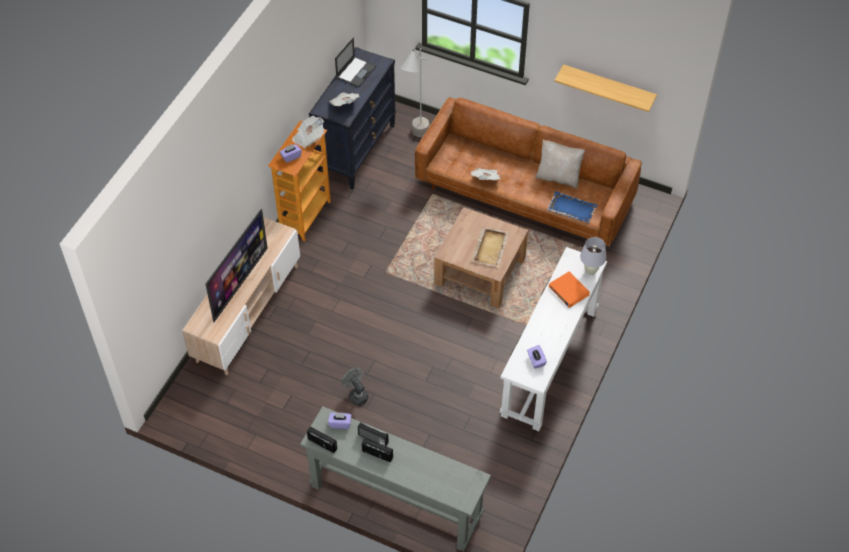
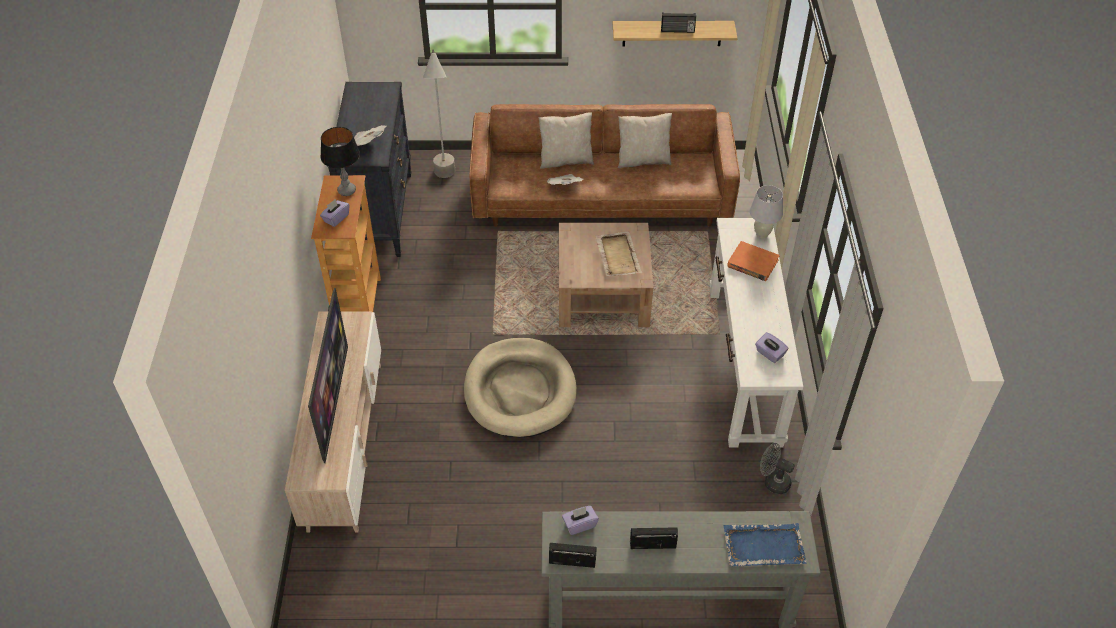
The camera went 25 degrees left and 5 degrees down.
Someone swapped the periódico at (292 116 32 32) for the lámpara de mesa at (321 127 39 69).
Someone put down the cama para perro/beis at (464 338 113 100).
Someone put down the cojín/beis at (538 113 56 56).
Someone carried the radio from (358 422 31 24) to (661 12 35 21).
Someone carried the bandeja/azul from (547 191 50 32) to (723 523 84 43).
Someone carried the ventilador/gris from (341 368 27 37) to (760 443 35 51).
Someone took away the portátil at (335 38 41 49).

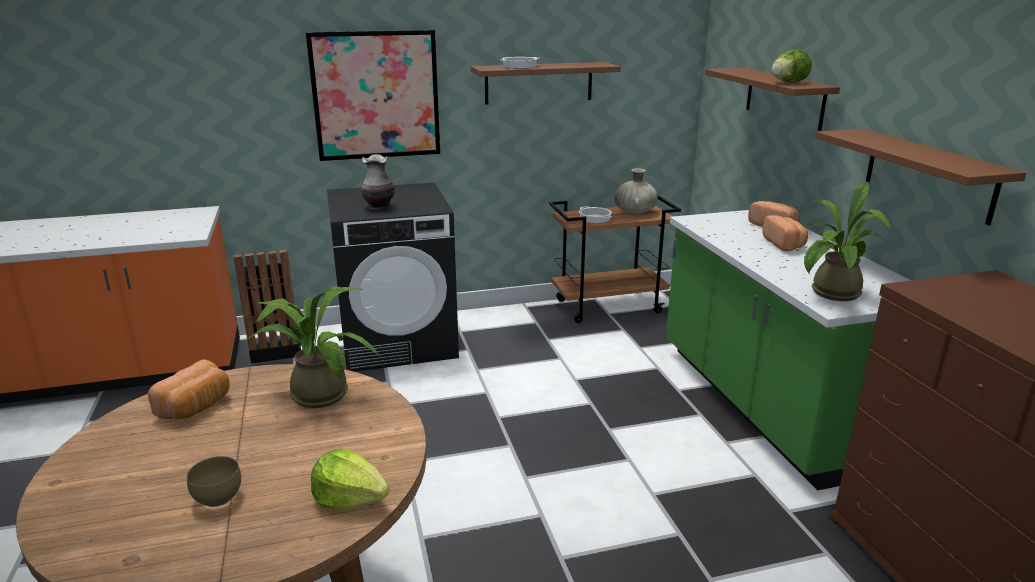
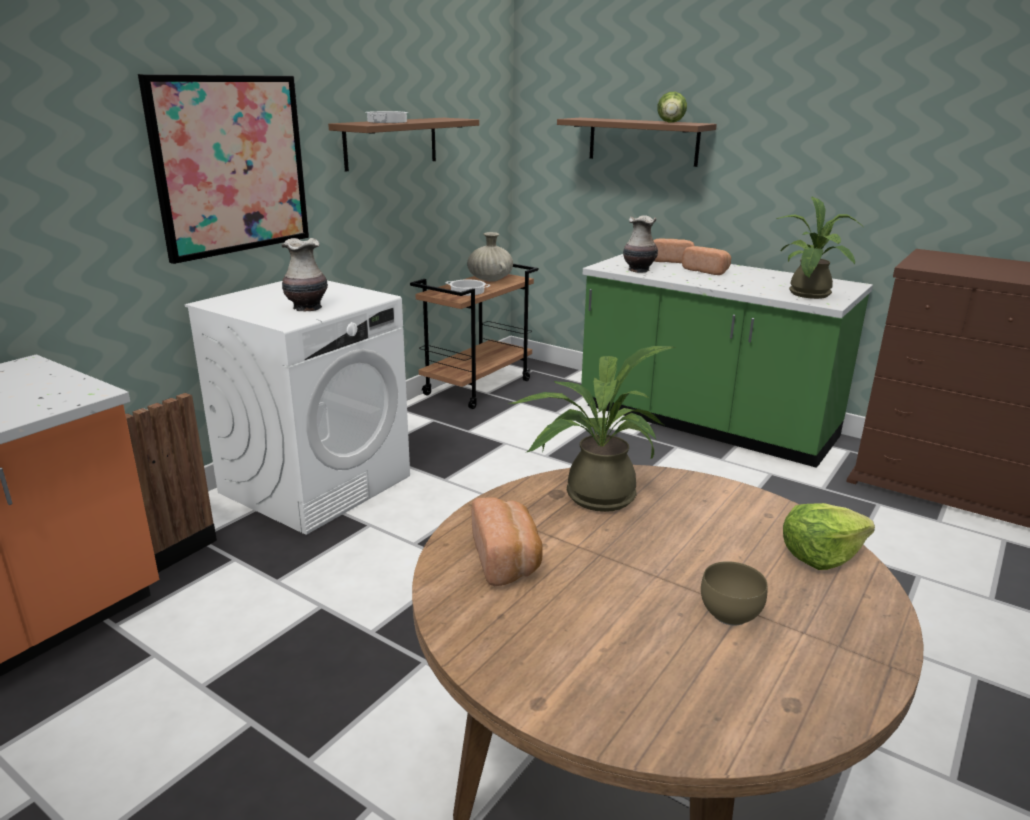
The camera went 40 degrees left and 0 degrees up.
Someone repainted the lavadora/negro at (327 182 132 190), which became the lavadora/blanco at (185 280 225 255).
Someone put down the florero at (623 215 35 58).
Someone took away the estante/marrón at (816 129 210 96).

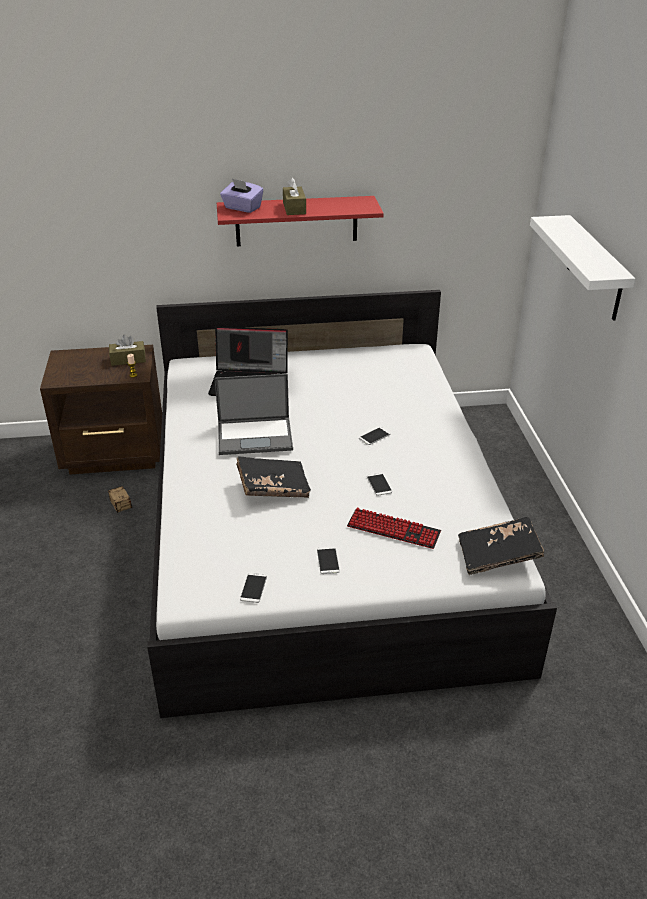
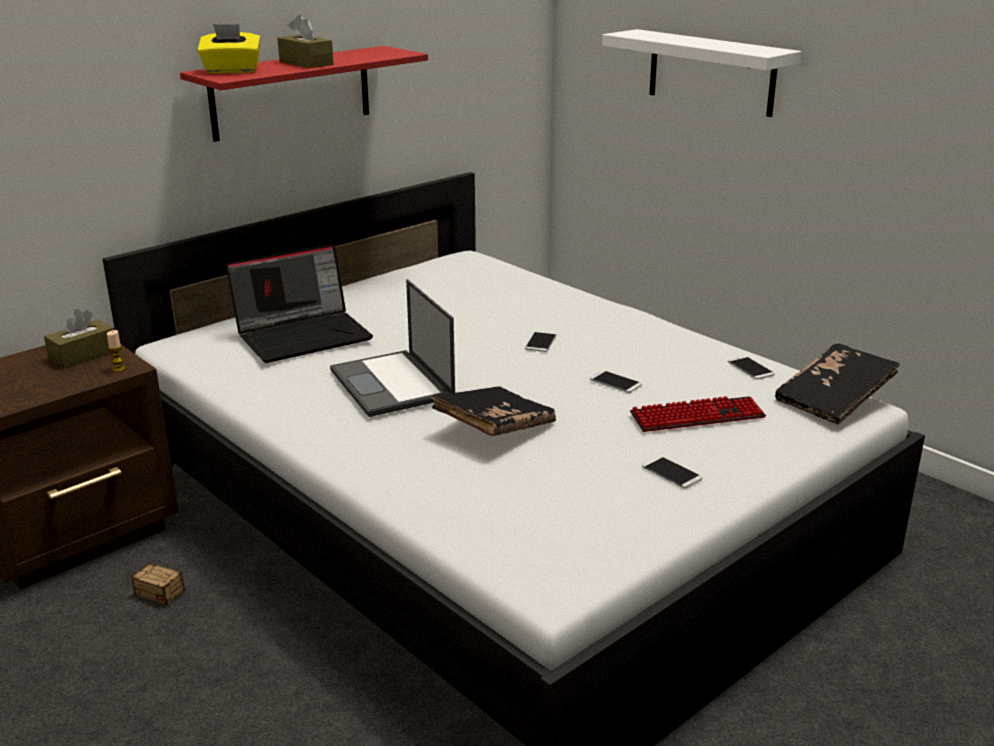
The camera went 35 degrees left and 10 degrees down.
Someone repainted the caja de pañuelos/morado at (220 178 44 35), which became the caja de pañuelos/amarillo at (198 24 63 50).
Someone rotated the portátil at (214 374 79 81) by 105 degrees clockwise.
Someone carried the móvil from (240 573 27 30) to (728 356 47 23).

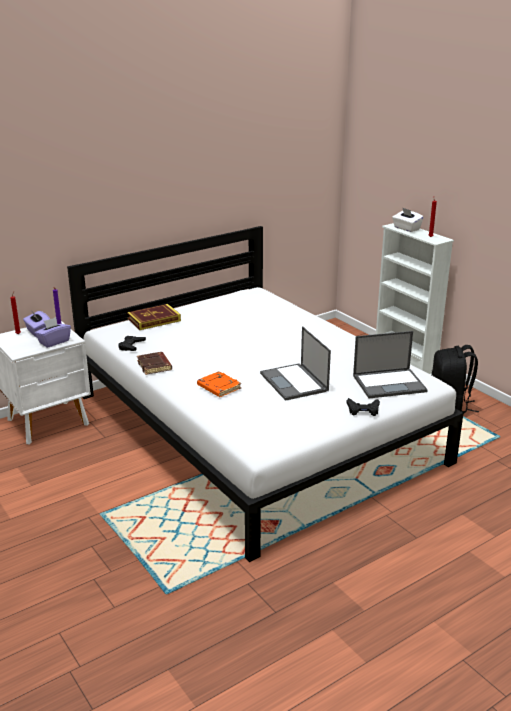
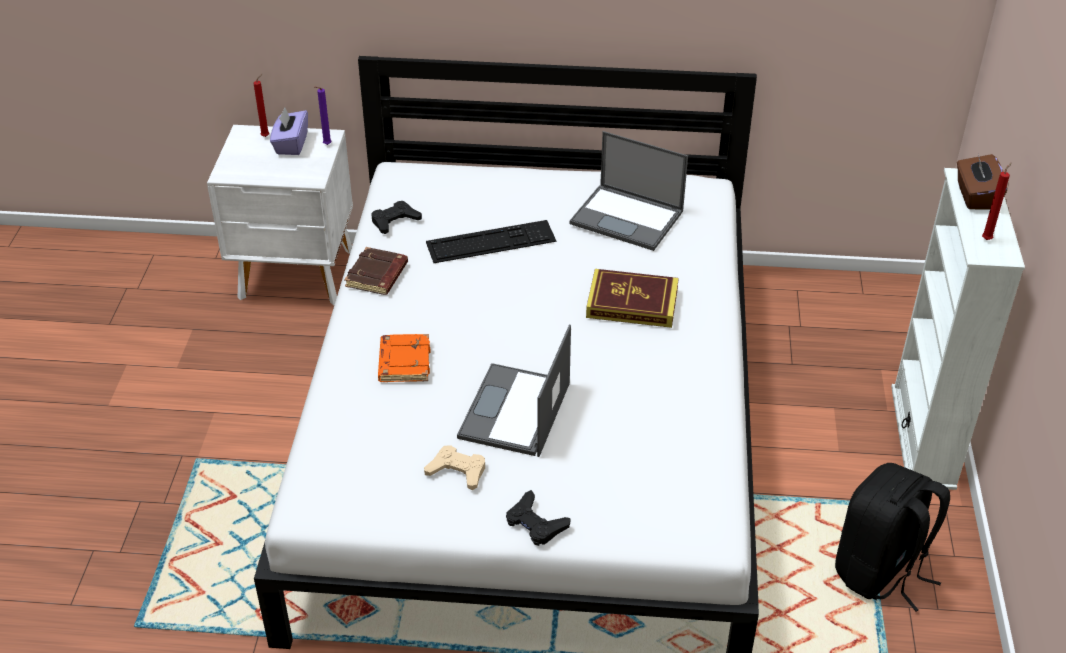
The camera went 40 degrees right and 15 degrees up.
Someone put down the mando de consola/beis at (424 445 61 45).
Someone put down the teclado at (426 220 130 43).
Someone carried the portátil from (353 331 75 67) to (570 131 118 120).
Someone carried the libro from (127 304 54 26) to (586 269 93 59).
Someone repainted the caja de pañuelos/blanco at (392 207 32 25), which became the caja de pañuelos/marrón at (957 154 50 56).
Someone took away the caja de pañuelos/morado at (35 317 36 31).

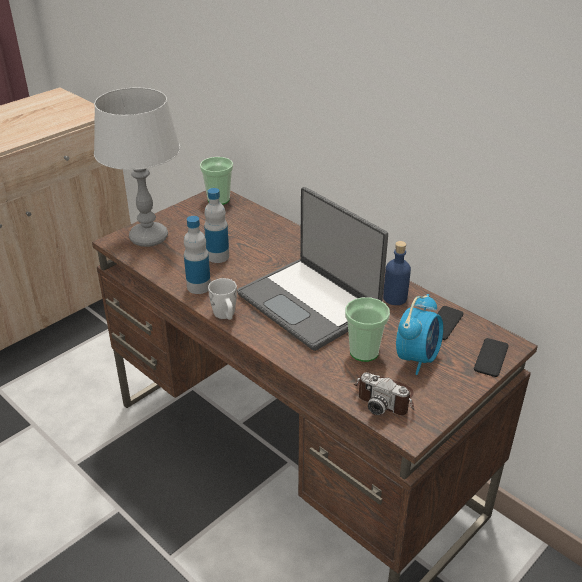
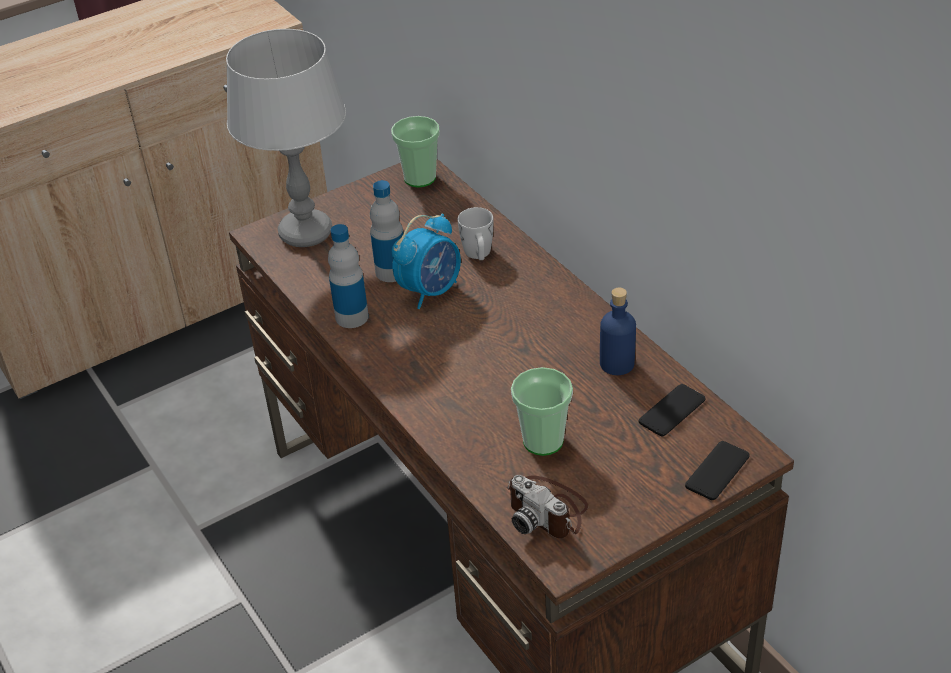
The camera went 15 degrees right and 5 degrees up.
Someone carried the despertador from (396 294 47 81) to (392 214 69 95).
Someone carried the taza grande/blanco from (208 278 29 42) to (458 207 35 53).
Someone took away the portátil at (237 187 151 164).

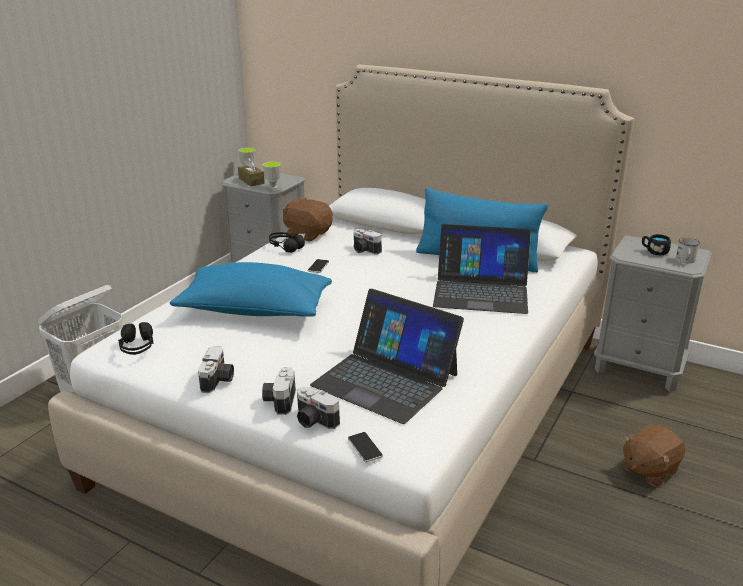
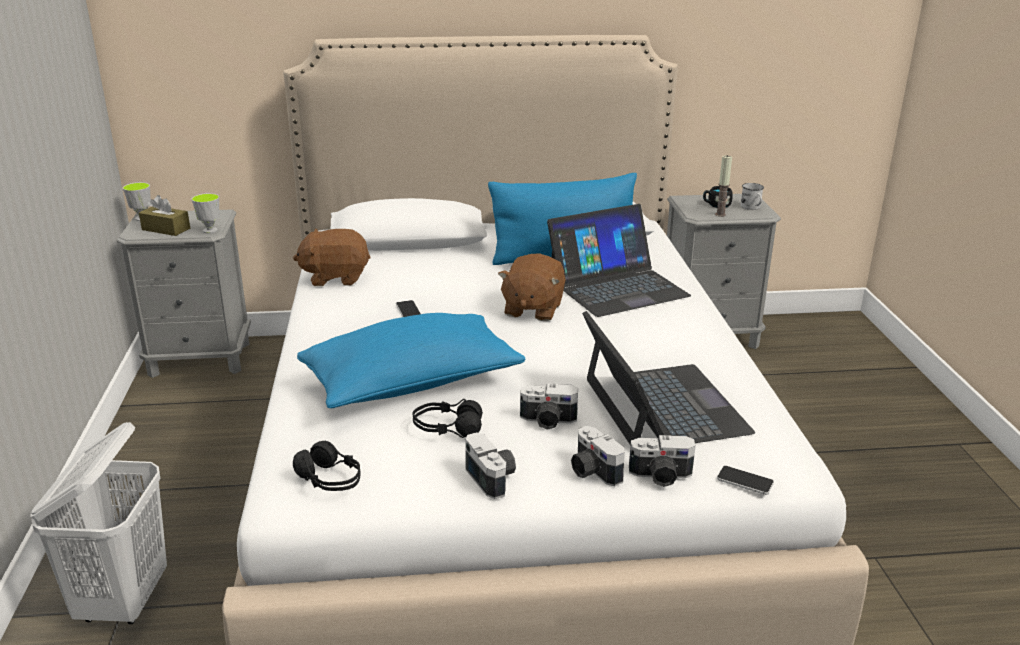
The camera went 35 degrees left and 0 degrees up.
Someone carried the auriculares/negro from (269 232 36 21) to (412 399 71 39).
Someone carried the peluche/marrón from (623 424 62 63) to (498 253 68 68).
Someone carried the cámara from (353 229 29 25) to (520 383 58 47).
Someone rotated the portátil at (310 289 154 135) by 105 degrees counterclockwise.
Someone put down the vela at (715 155 17 62).

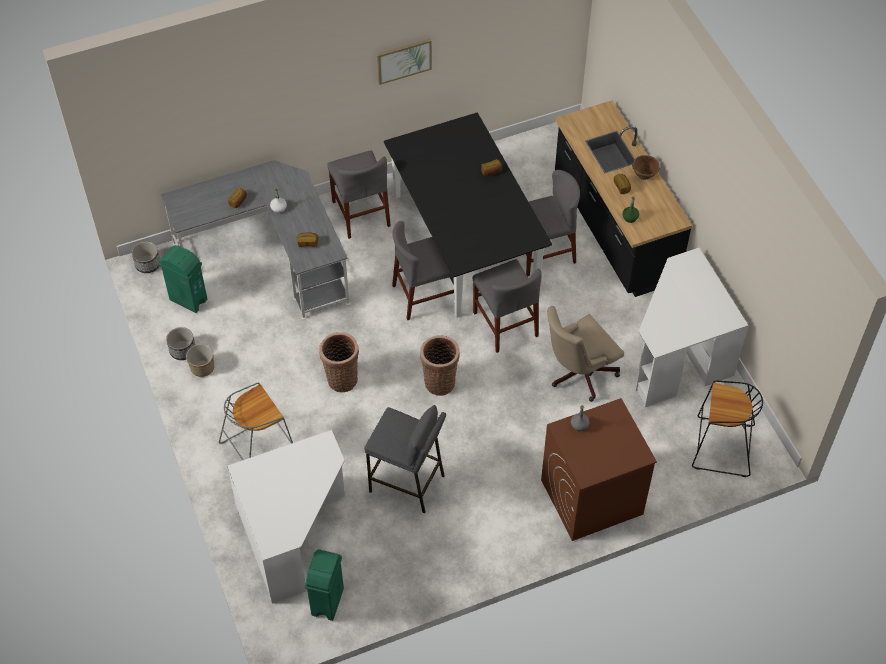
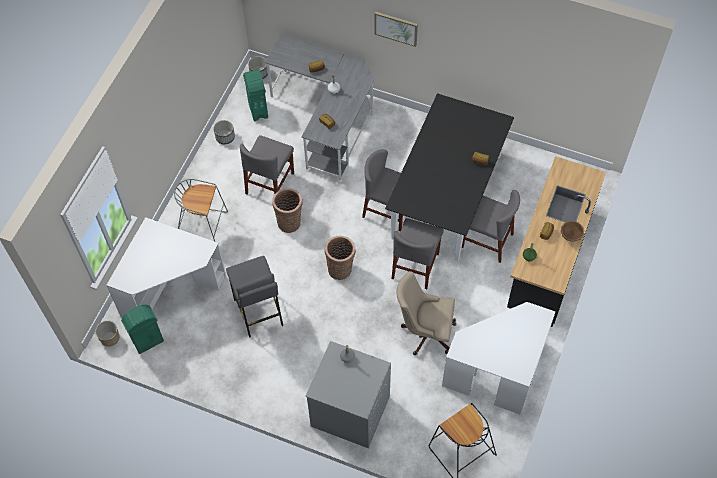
The camera went 45 degrees right and 5 degrees up.
Someone carried the maceta from (186 344 28 33) to (95 321 24 25).
Someone carried the silla/gris from (327 151 64 88) to (240 135 54 60).
Someone repainted the lavadora/marrón at (541 398 116 143), which became the lavadora/gris at (306 341 85 107).
Someone carried the cuadro from (377 39 55 46) to (374 11 44 36).

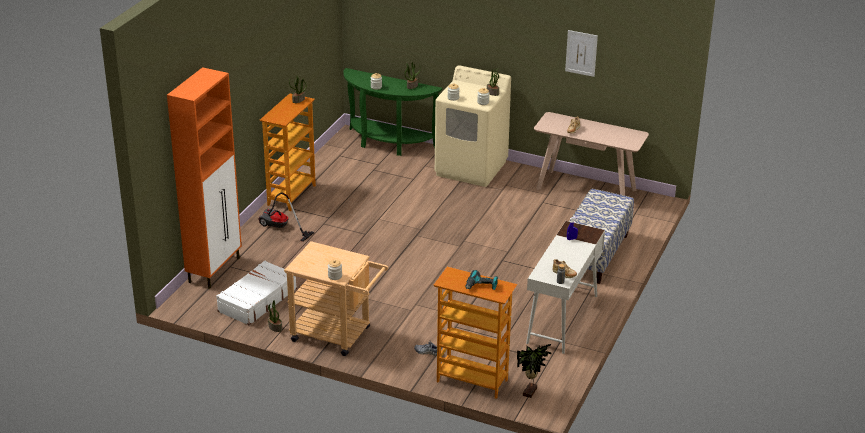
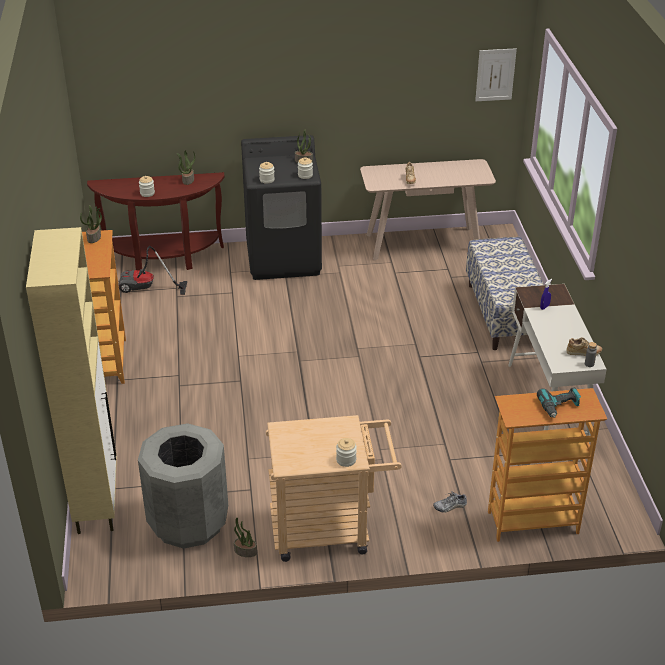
The camera went 30 degrees left and 5 degrees up.
Someone repainted the armario/naranja at (167 67 75 222), which became the armario/beis at (26 227 91 307).
Someone repainted the mesa consola/verde at (343 68 99 88), which became the mesa consola/marrón at (87 172 138 98).
Someone carried the aspiradora from (258 193 57 49) to (118 246 69 49).
Someone swapped the maleta/blanco at (216 260 81 65) for the papelera/gris at (138 423 90 126).
Someone repainted the lavadora/beis at (435 65 76 122), which became the lavadora/negro at (241 135 81 145).
Someone carried the cuadro from (565 30 33 47) to (475 48 42 53).
Someone took away the planta en maceta at (517 344 34 54).

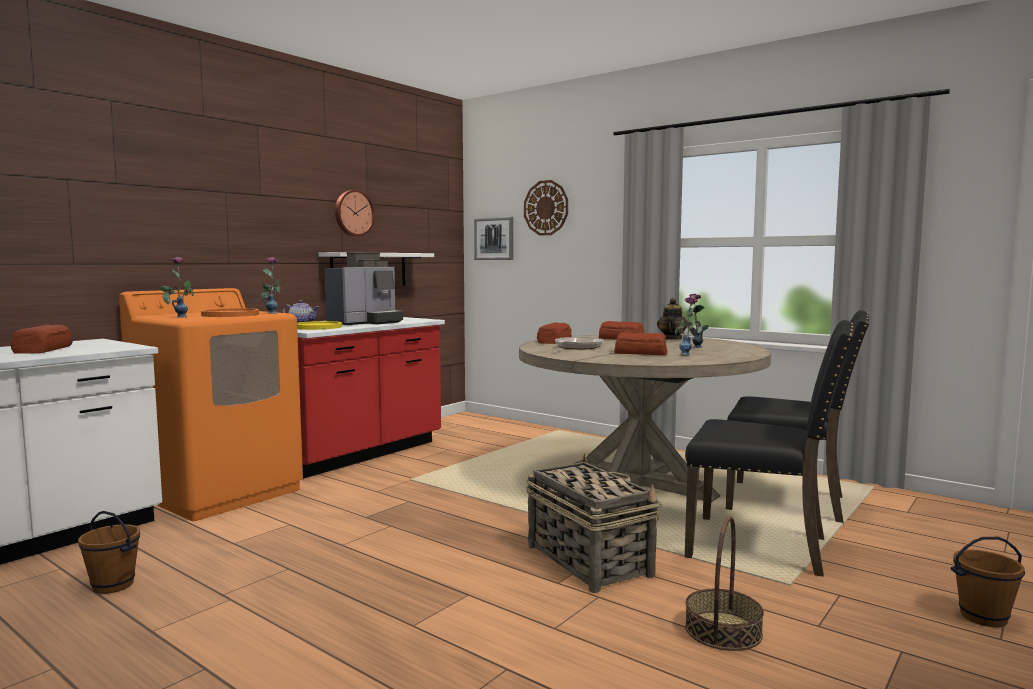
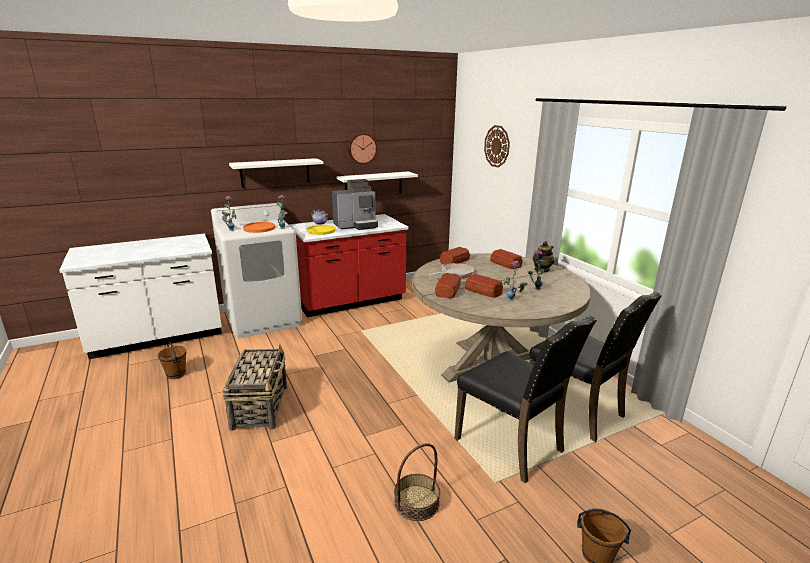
The camera went 25 degrees right and 15 degrees up.
Someone repainted the lavadora/naranja at (119 288 184 233), which became the lavadora/blanco at (211 203 91 136).
Someone carried the cesta from (526 454 135 139) to (222 344 65 87).
Someone put up the estante/blanco at (229 158 95 30).
Someone carried the pan from (10 325 63 29) to (435 273 26 25).
Someone took away the cuadro at (474 217 39 43).

